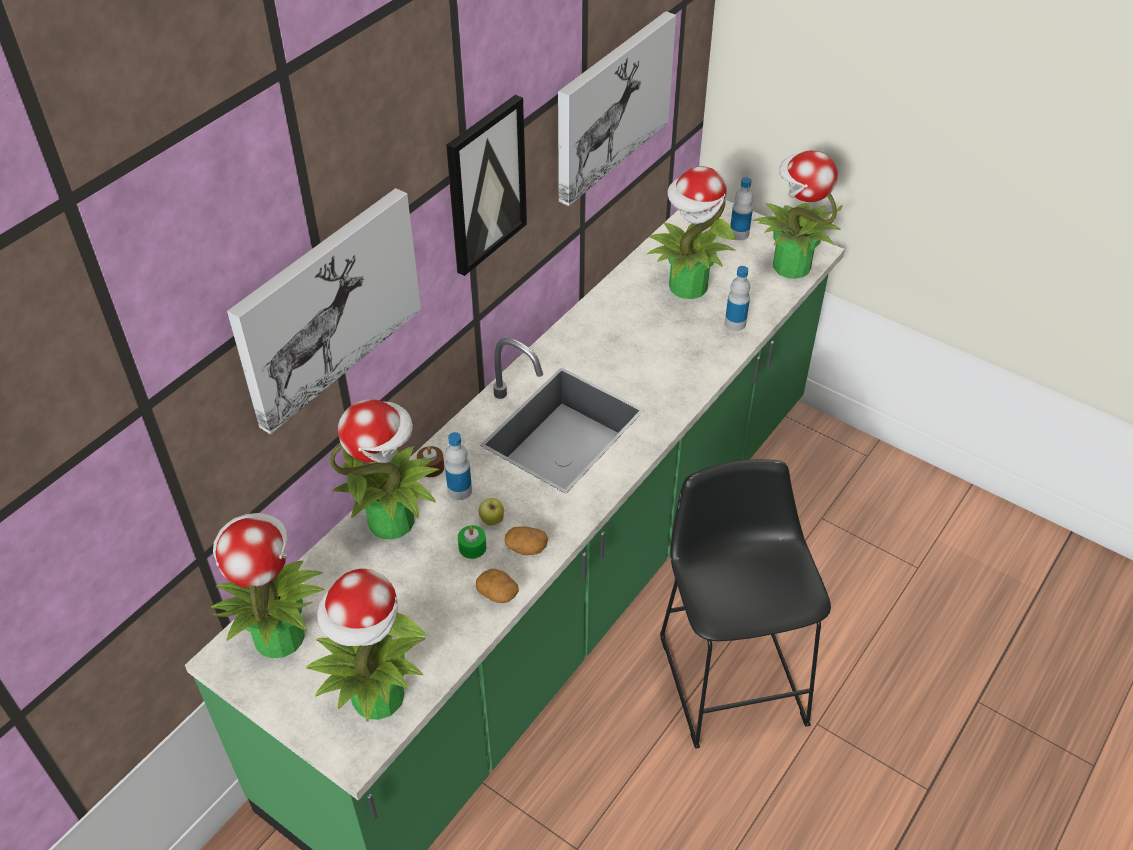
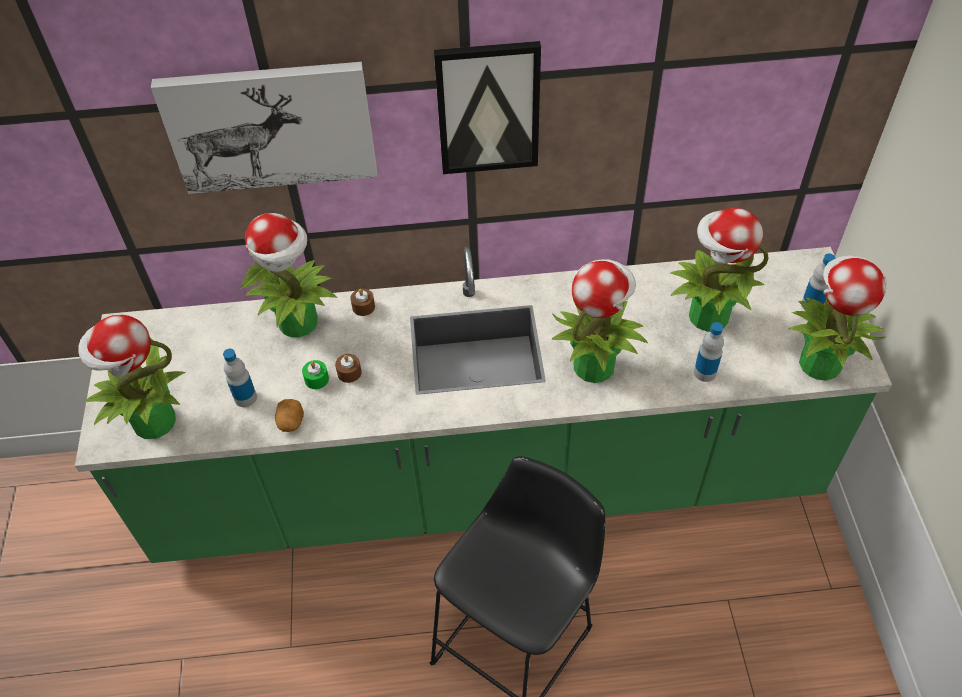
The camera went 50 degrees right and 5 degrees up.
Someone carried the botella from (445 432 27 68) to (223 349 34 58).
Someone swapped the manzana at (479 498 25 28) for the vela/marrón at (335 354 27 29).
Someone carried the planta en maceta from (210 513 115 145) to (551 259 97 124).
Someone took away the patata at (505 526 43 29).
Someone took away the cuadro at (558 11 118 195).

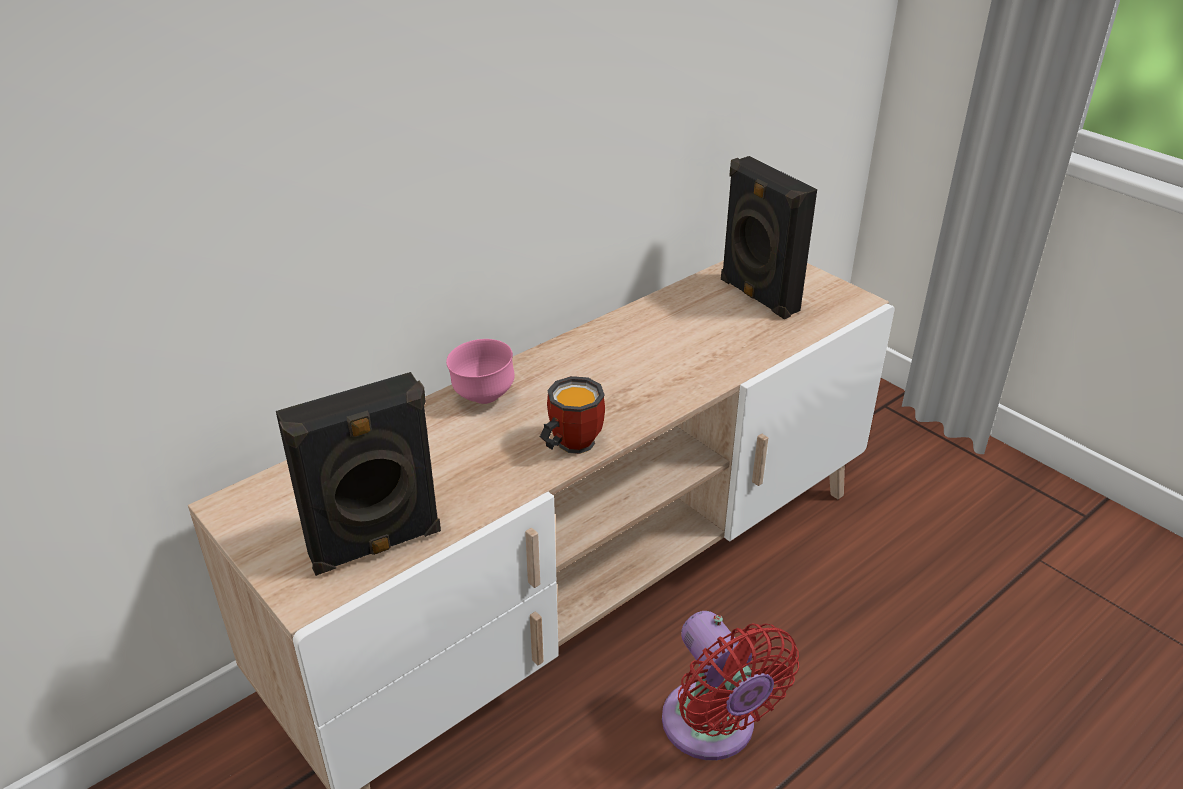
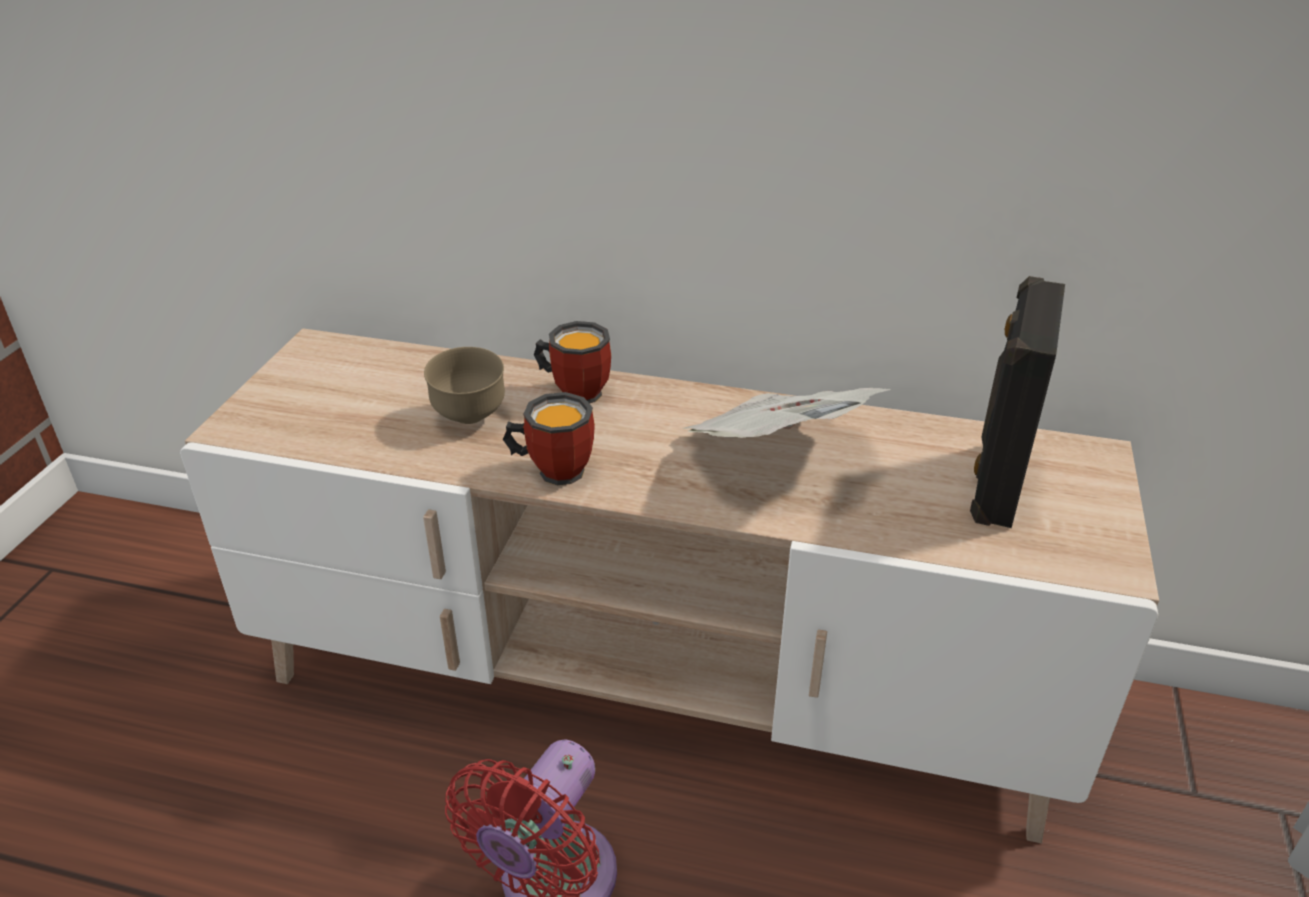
The camera went 55 degrees right and 0 degrees up.
Someone put down the cuenco/marrón at (424 347 81 77).
Someone swapped the cuenco/rosa at (446 339 69 65) for the taza grande at (534 321 77 83).
Someone put down the periódico at (683 388 208 50).
Someone took away the altavoz/negro at (276 372 165 204).

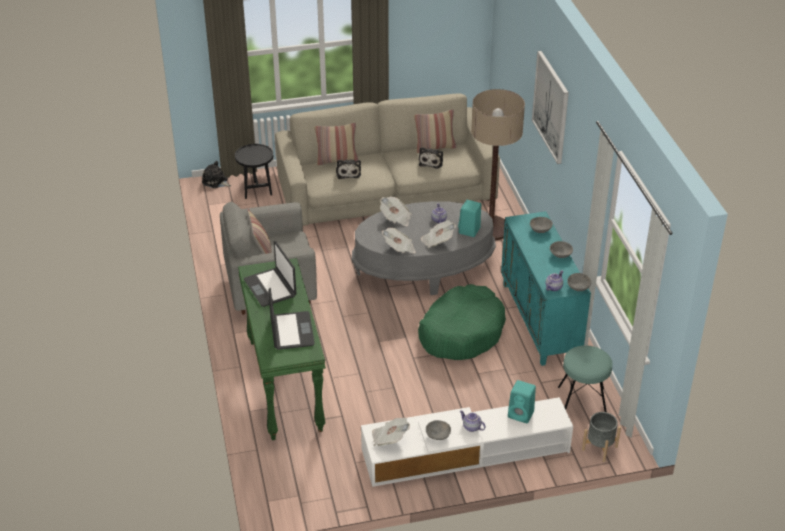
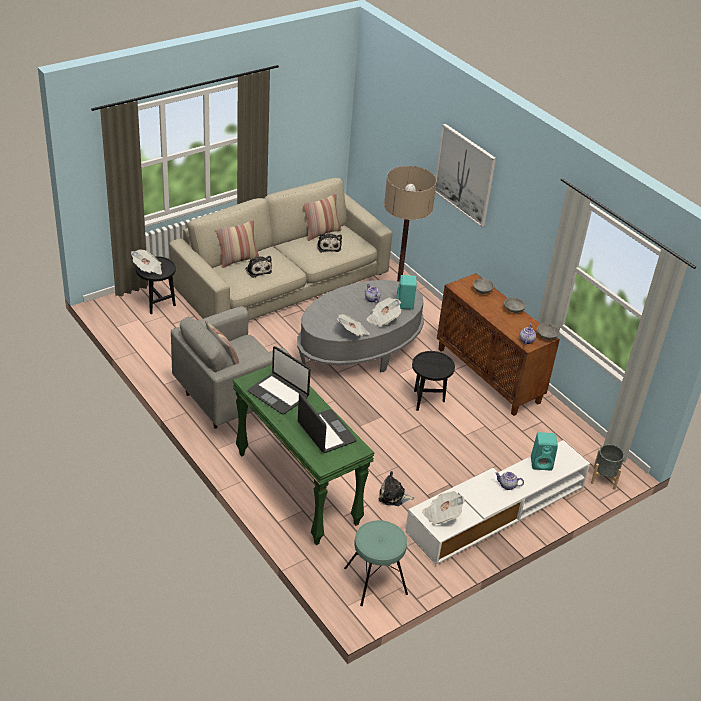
The camera went 25 degrees left and 0 degrees up.
Someone carried the periódico from (380 197 32 29) to (131 250 31 25).
Someone carried the taburete/turquesa from (558 345 55 67) to (344 520 64 86).
Someone carried the peluche from (202 161 29 27) to (379 471 36 35).
Someone swapped the cama para perro/verde at (418 284 88 76) for the mesa auxiliar/negro at (412 351 43 60).
Someone repainted the armario/turquesa at (501 211 90 155), which became the armario/marrón at (437 273 123 143).
Someone took away the cuenco/gris at (426 420 25 20).

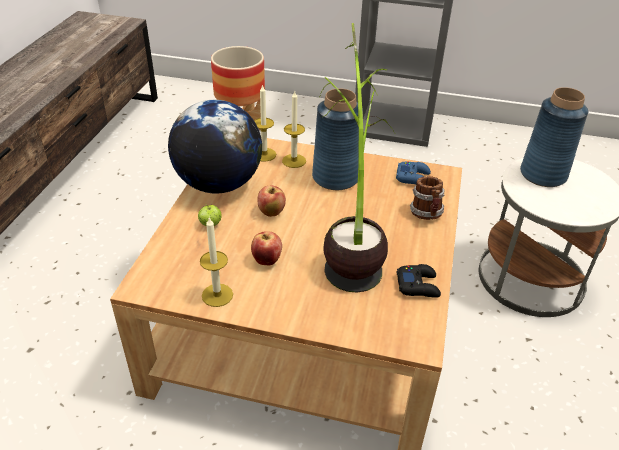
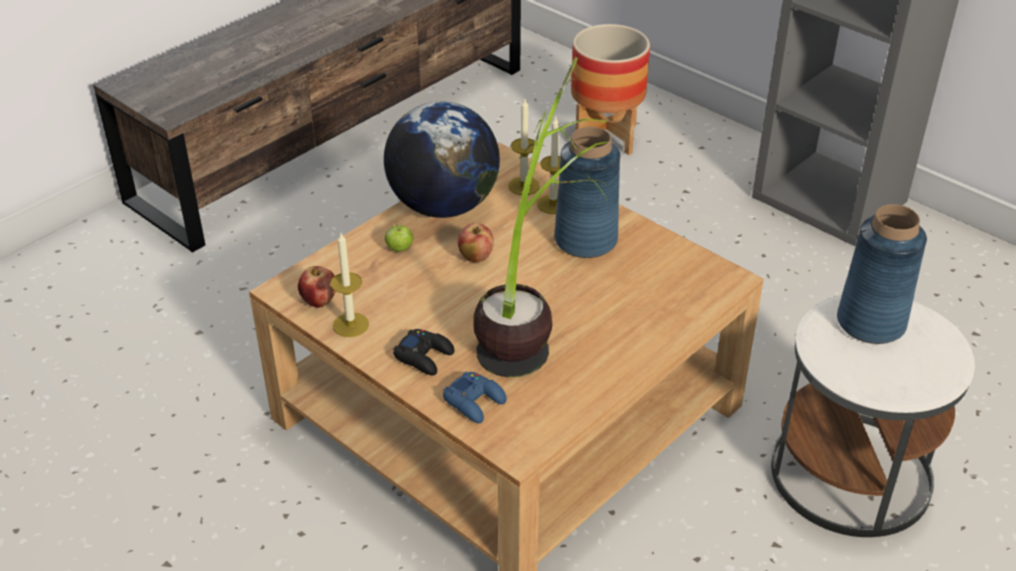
The camera went 30 degrees right and 0 degrees up.
Someone carried the manzana from (251 232 31 33) to (298 266 38 42).
Someone carried the mando de consola/negro from (396 264 45 34) to (393 329 61 46).
Someone carried the mando de consola/azul from (396 161 35 24) to (443 372 64 51).
Someone took away the taza grande at (410 176 35 44).

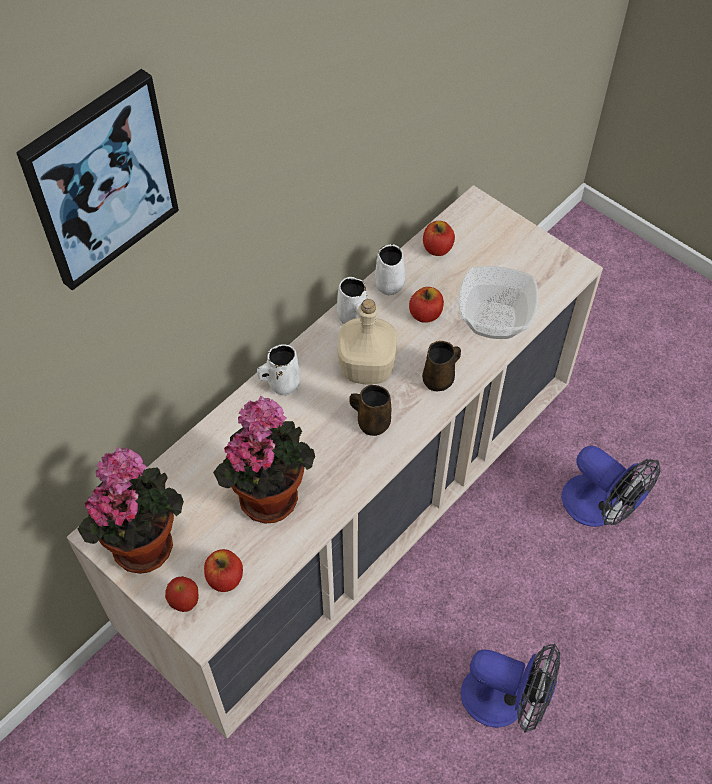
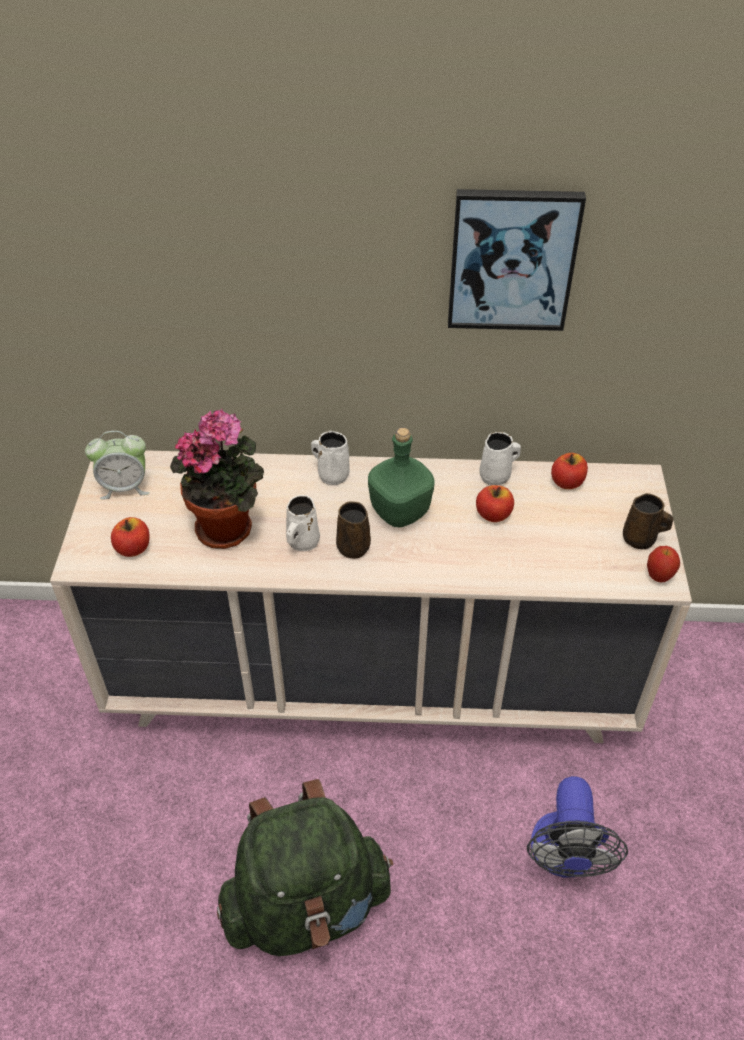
The camera went 50 degrees right and 10 degrees down.
Someone swapped the planta en maceta at (78 446 106 128) for the despertador at (85 431 65 69).
Someone swapped the ventilador at (461 643 99 90) for the mochila/verde at (217 779 177 177).
Someone carried the taza grande/blanco from (337 277 30 47) to (286 495 34 56).
Someone repainted the botella/beis at (338 299 59 85), which became the botella/verde at (368 428 67 100).
Someone carried the cuadro from (16 69 163 222) to (448 189 138 142).
Someone carried the taza grande/marrón from (422 341 39 50) to (623 493 50 57).
Someone carried the manzana from (165 576 34 36) to (647 546 33 37).
Someone took away the cuenco at (459 266 79 73).

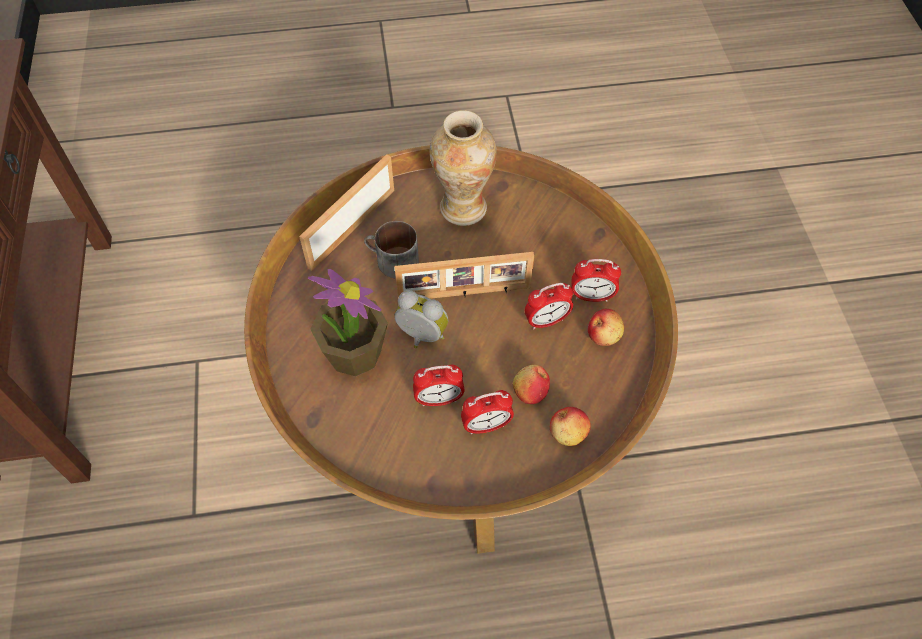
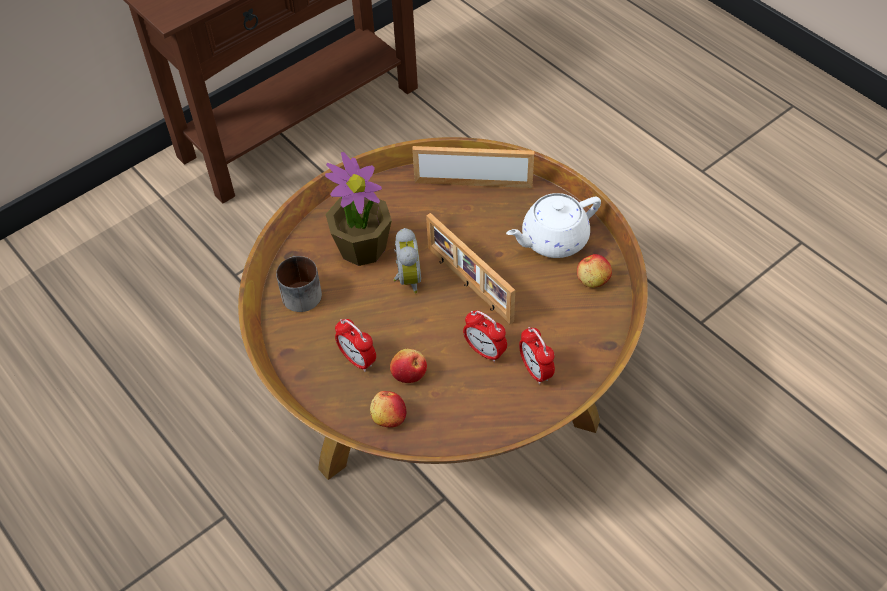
The camera went 60 degrees right and 5 degrees down.
Someone carried the taza grande from (364 221 55 57) to (276 256 46 56).
Someone swapped the florero at (430 110 67 116) for the tetera/blanco at (506 193 95 65).
Someone carried the manzana from (588 309 36 37) to (577 254 35 34).
Someone took away the despertador at (413 364 52 42).

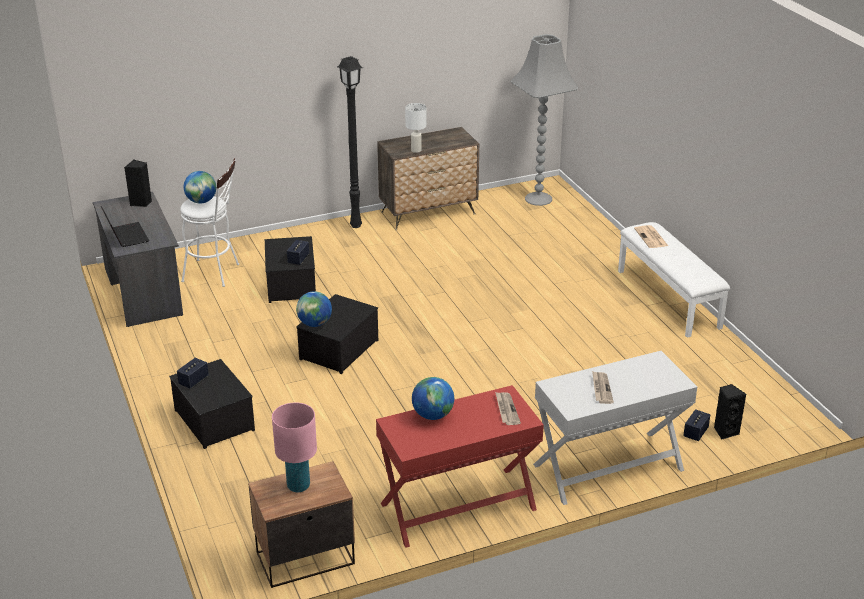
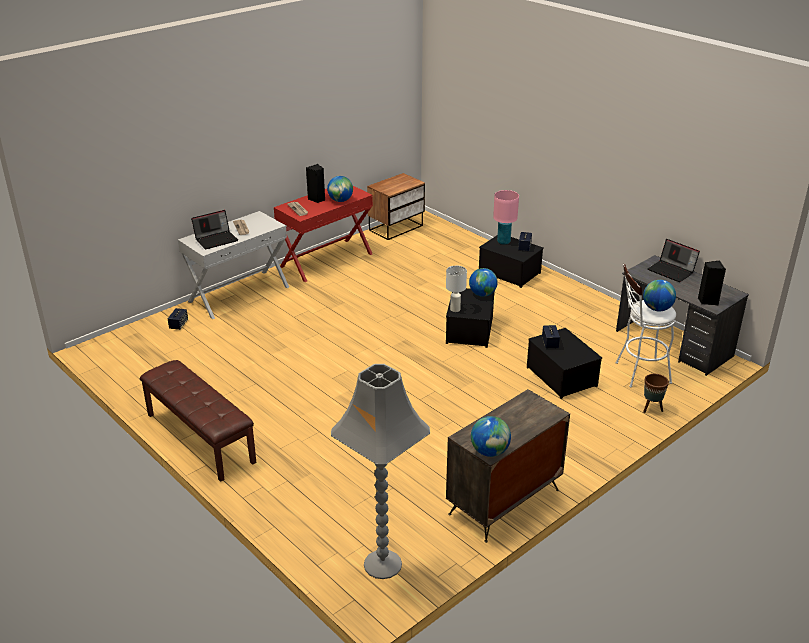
The camera went 160 degrees right and 0 degrees up.
Someone repainted the banco/blanco at (618 222 112 116), which became the banco/marrón at (140 360 116 122).
Someone put down the portátil at (191 210 47 39).
Someone carried the altavoz/negro from (714 384 32 56) to (306 164 19 39).
Someone carried the lámpara de mesa/blanco from (405 103 22 50) to (446 266 21 46).
Someone put down the globo terráqueo at (471 416 40 41).
Someone carried the lámpara de mesa/rosa from (272 403 45 89) to (493 190 26 55).
Someone put down the maceta/marrón at (643 374 26 39).
Someone took away the lámpara de pie/negro at (337 56 26 172).
Someone took away the periódico at (634 225 34 23).

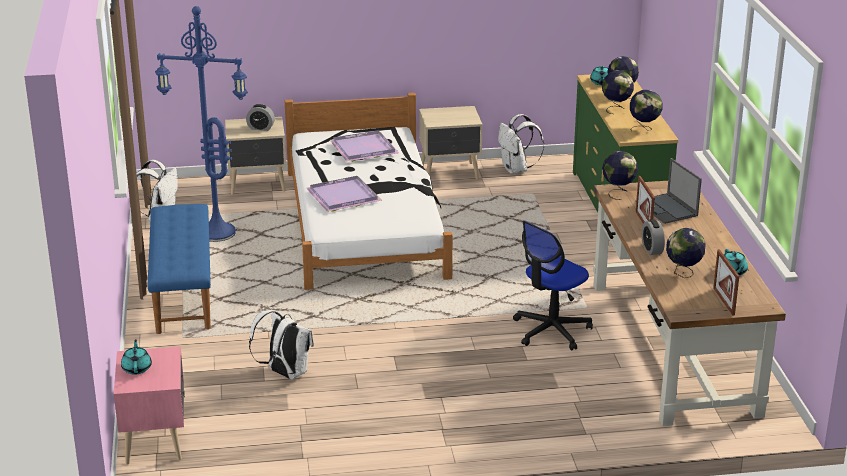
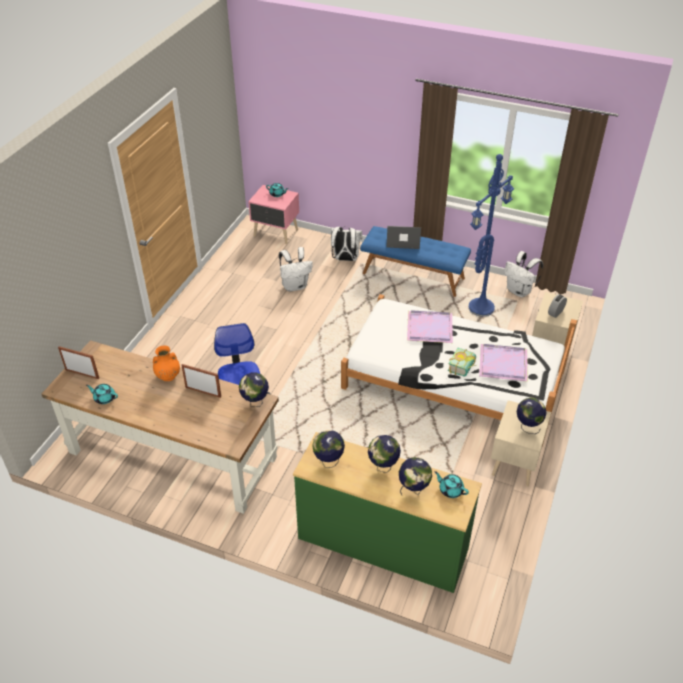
The camera went 120 degrees right and 15 degrees up.
Someone swapped the despertador at (642 219 23 36) for the florero/naranja at (153 345 27 36).
Someone carried the mochila/blanco from (498 114 46 60) to (331 226 31 35).
Someone carried the portátil from (635 158 67 66) to (386 226 35 23).
Someone put down the libro at (448 348 29 29).
Someone carried the globo terráqueo from (666 228 40 50) to (517 398 29 36).

